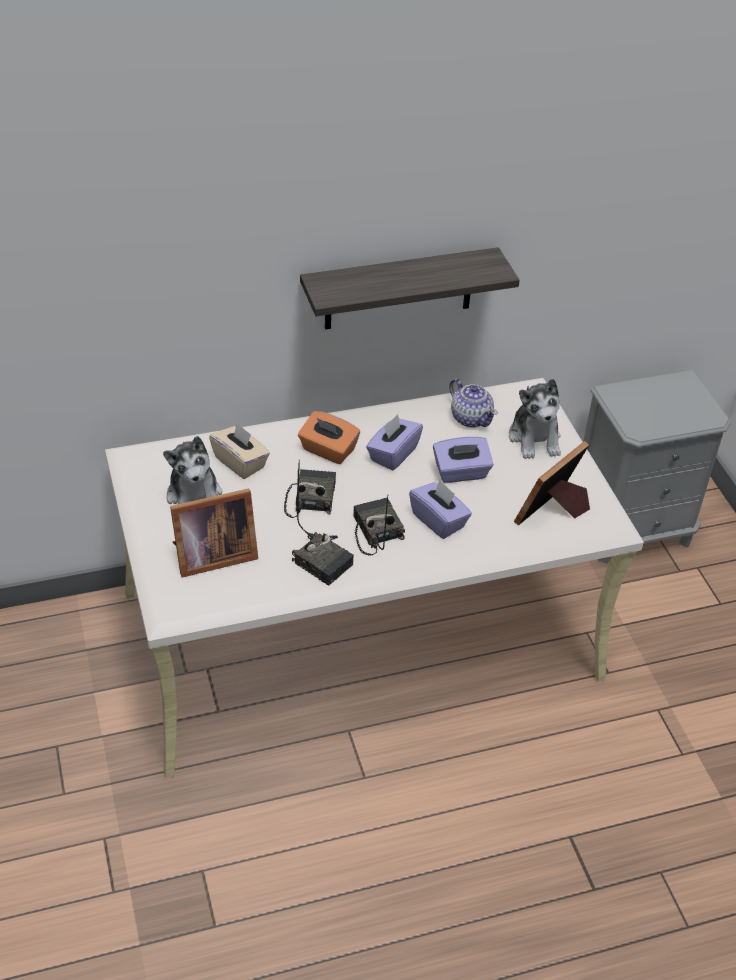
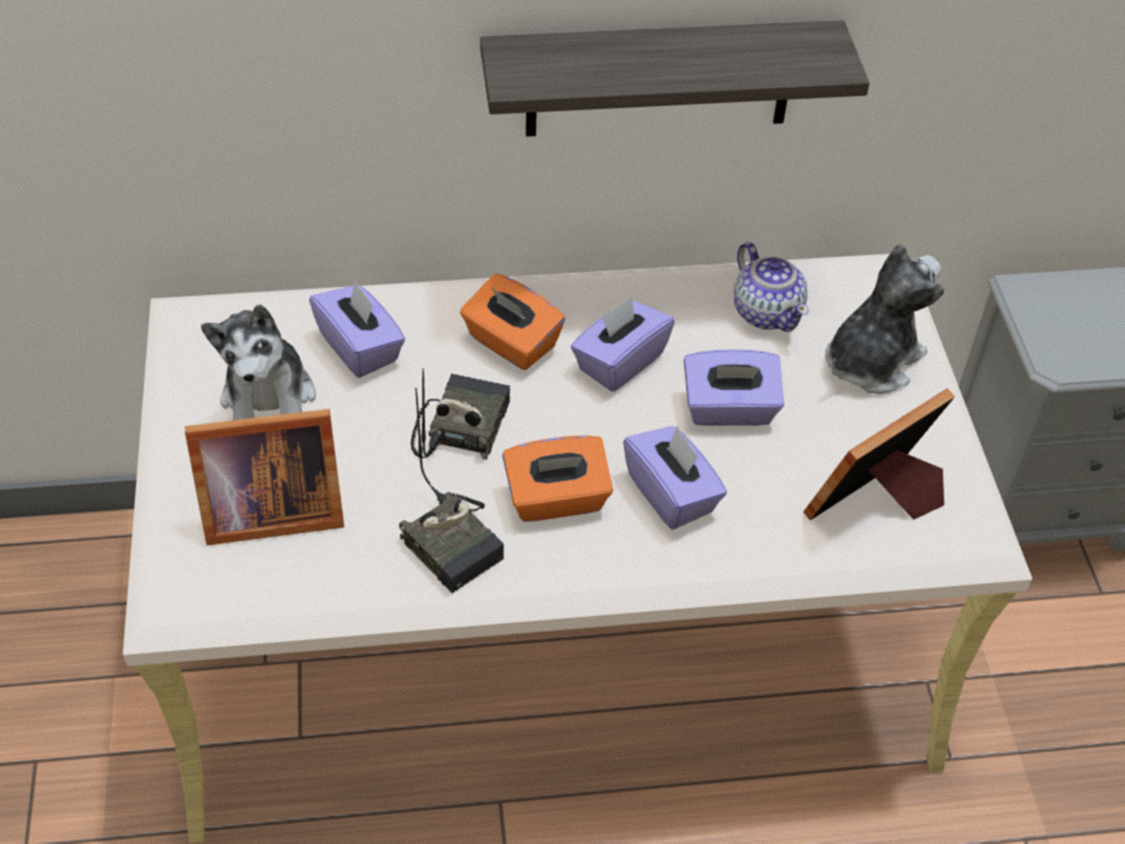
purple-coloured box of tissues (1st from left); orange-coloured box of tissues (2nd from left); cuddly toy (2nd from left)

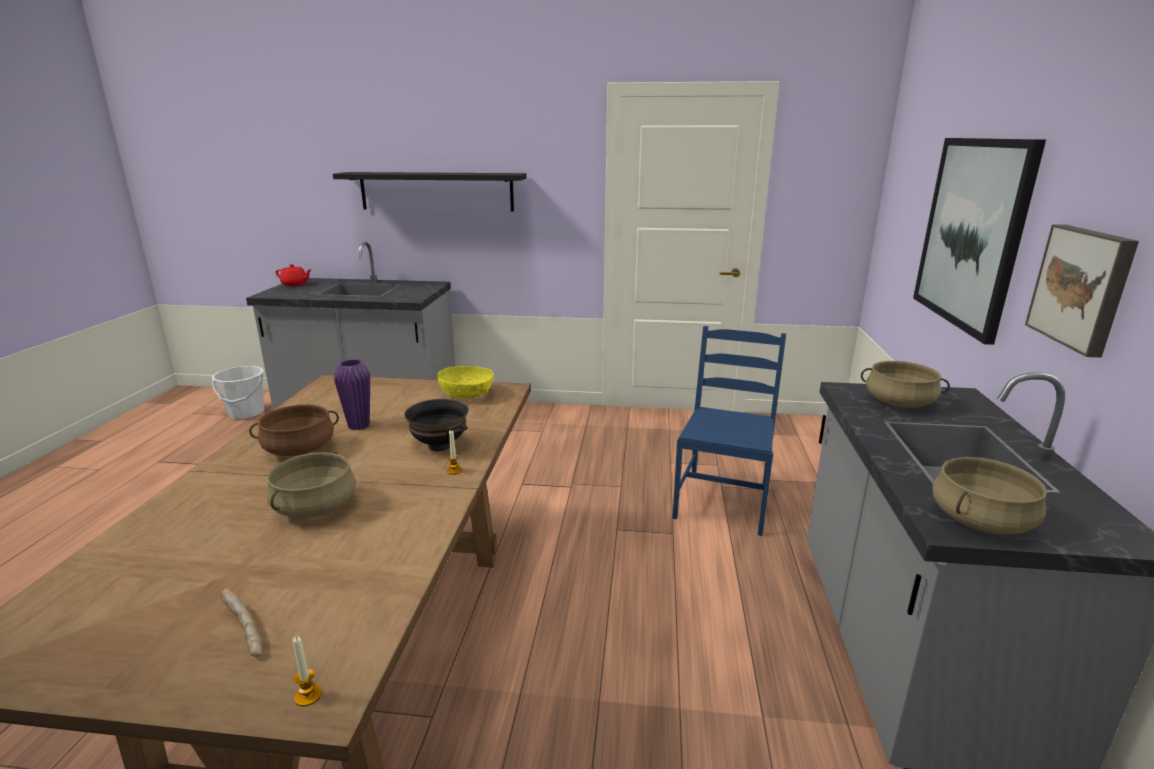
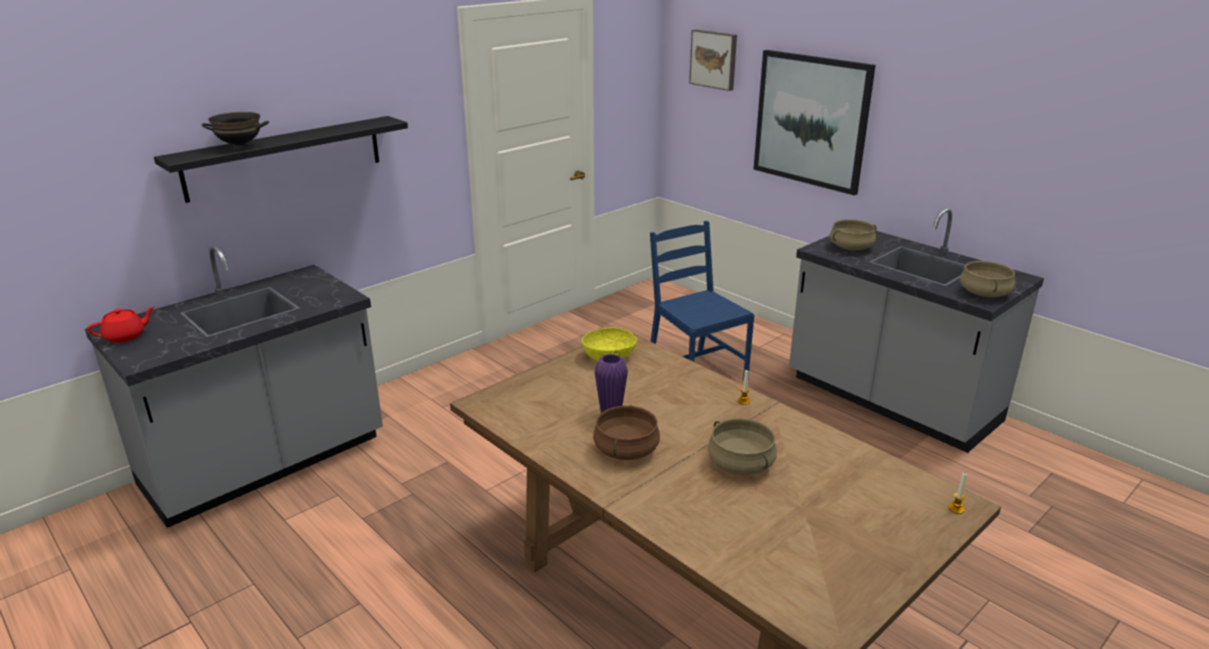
white-coloured pail; baked bread; black bowl; wall art (1st from left)

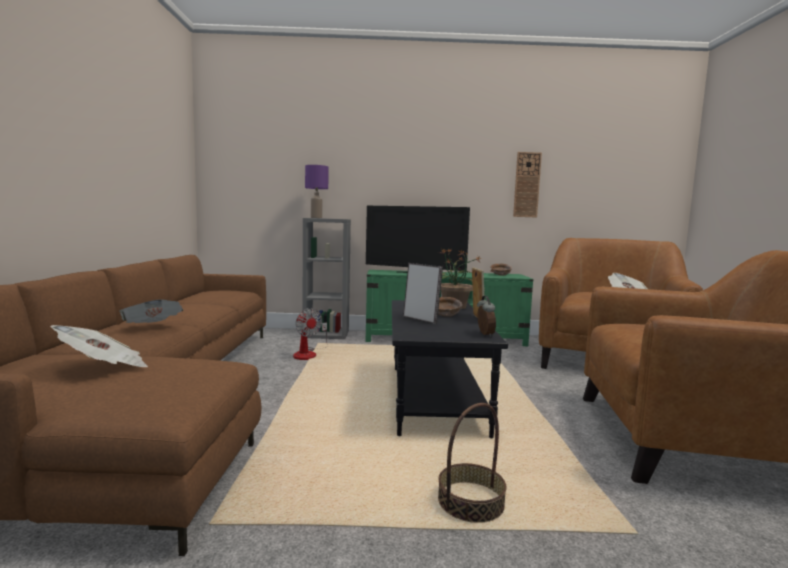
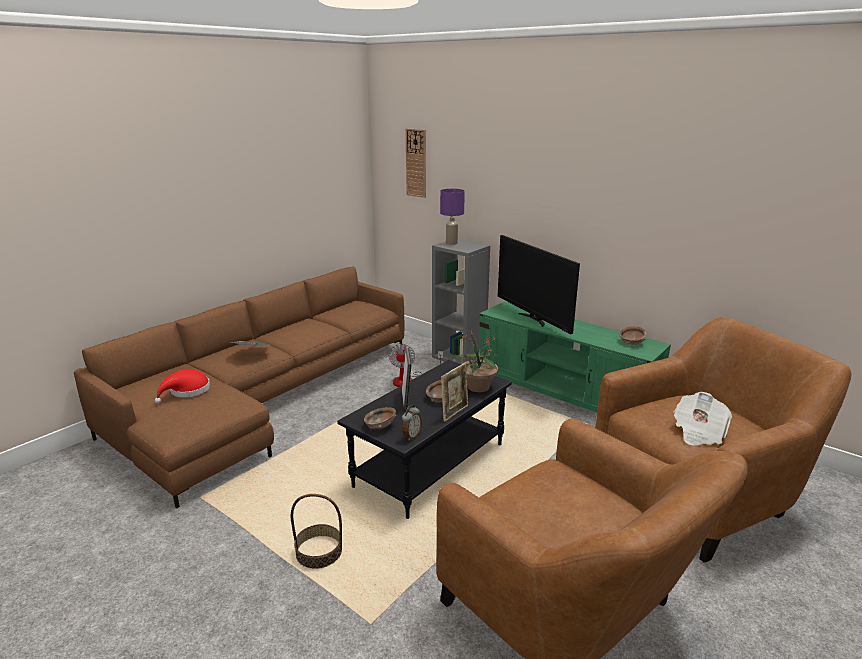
red hat; hanging clock; brown bowl (1st from left)

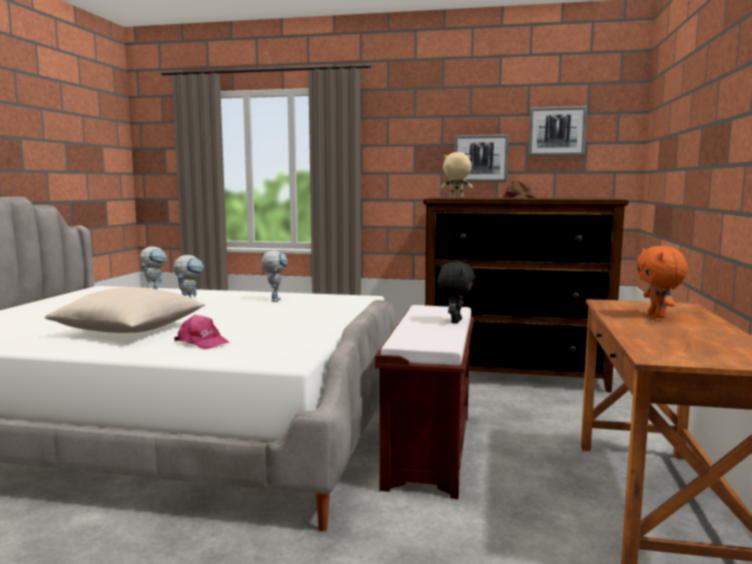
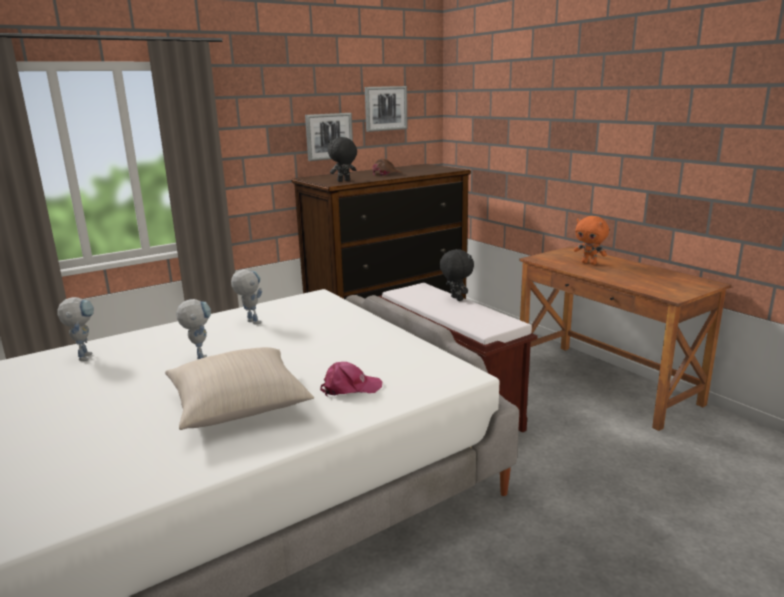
black cuddly toy (1st from left)

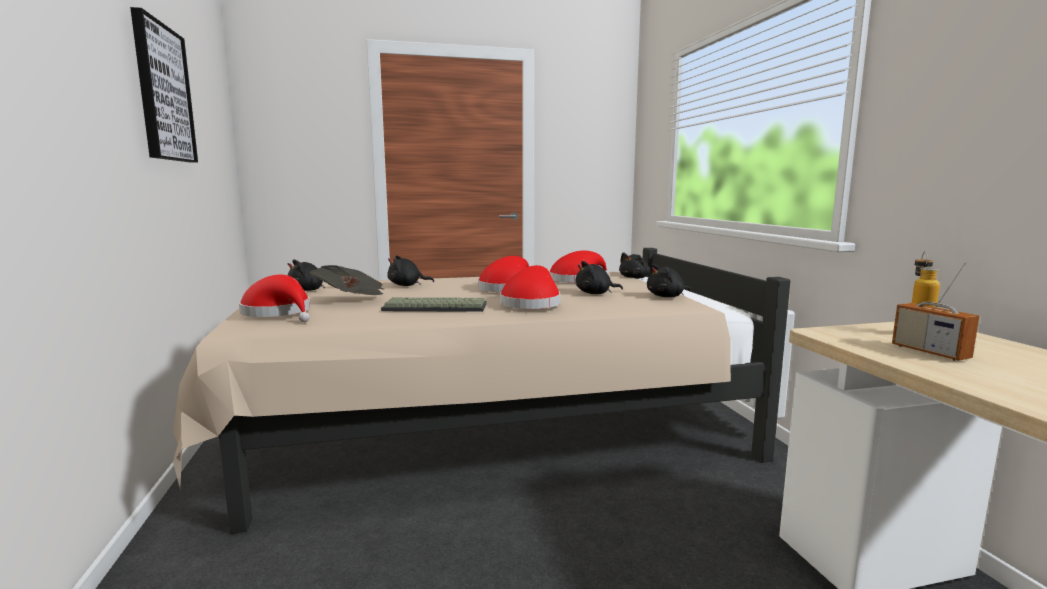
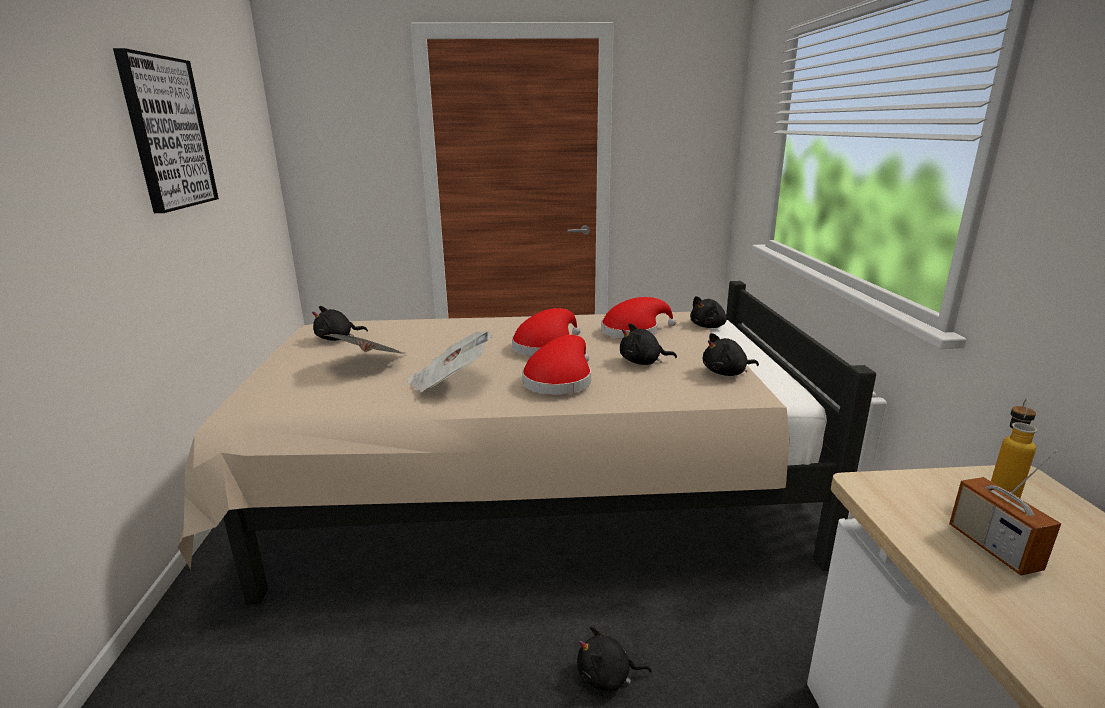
red hat (1st from left in the first image); daily paper (2nd from left); black cuddly toy (2nd from left)

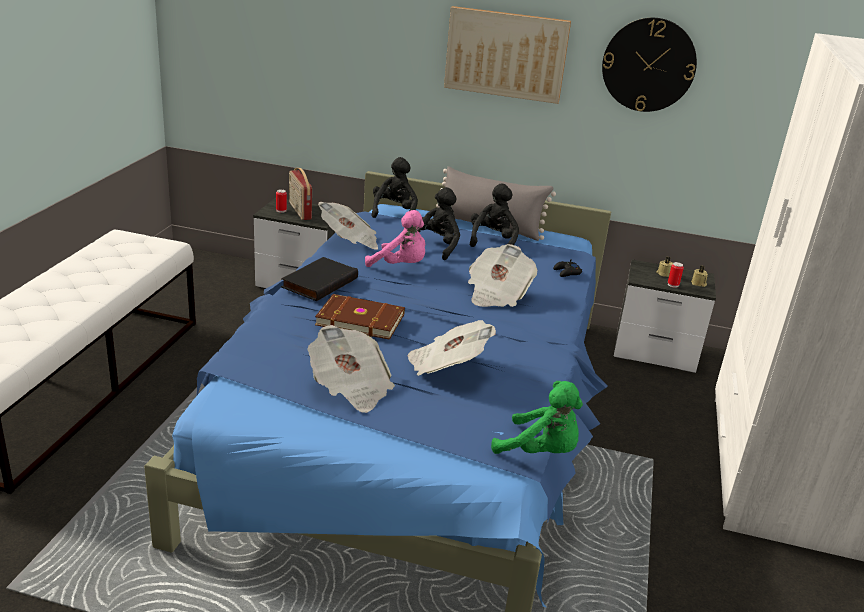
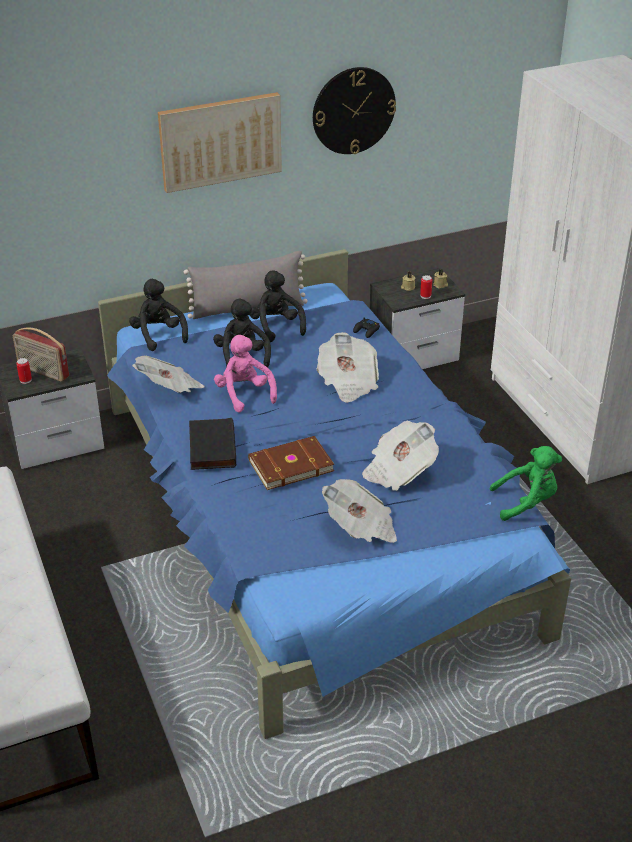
pink cuddly toy

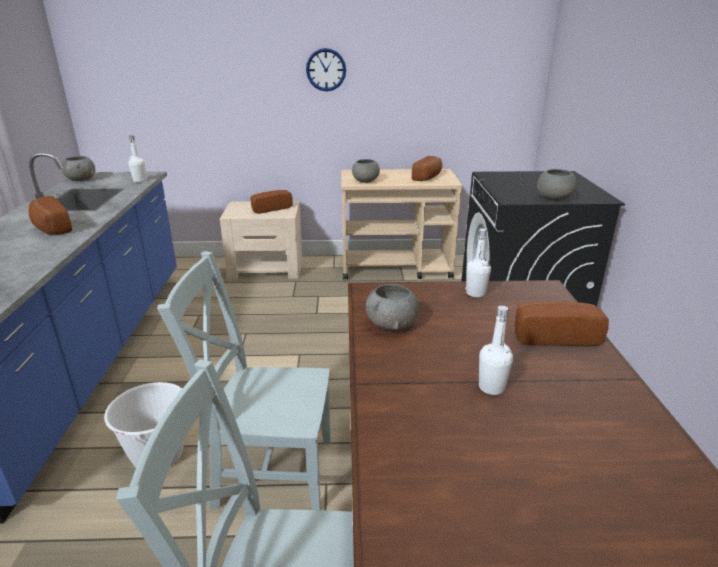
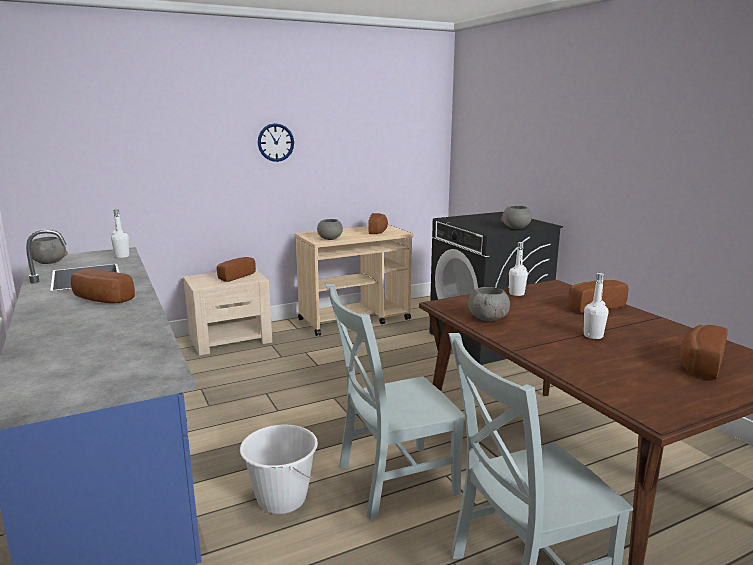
baked bread (5th from left)

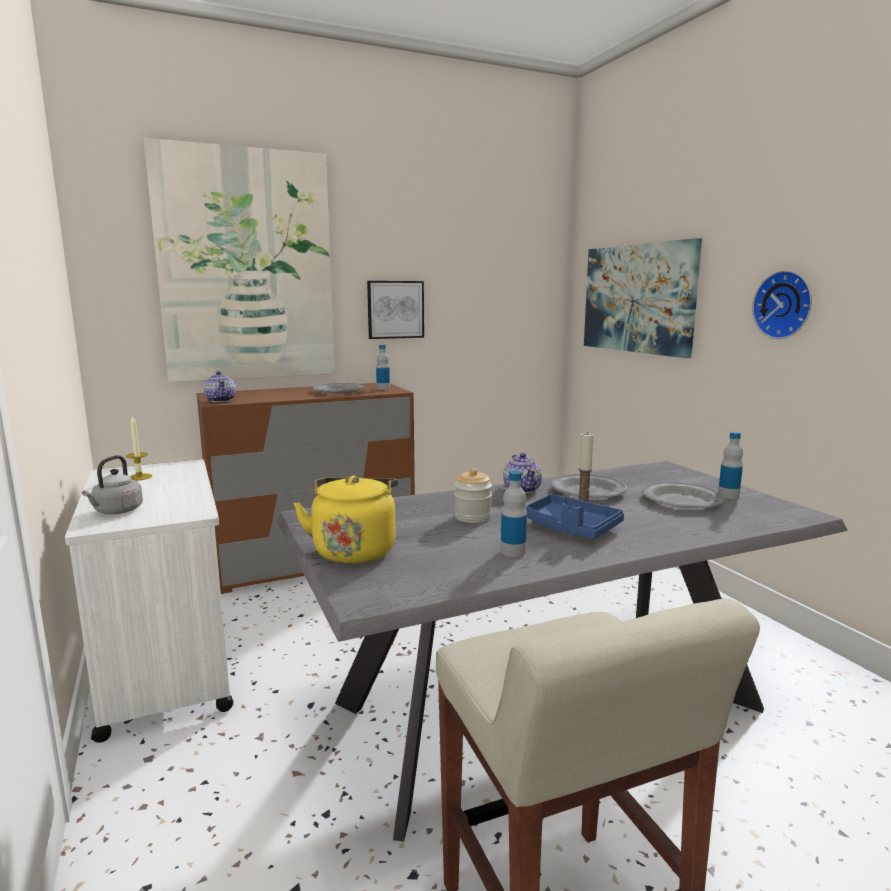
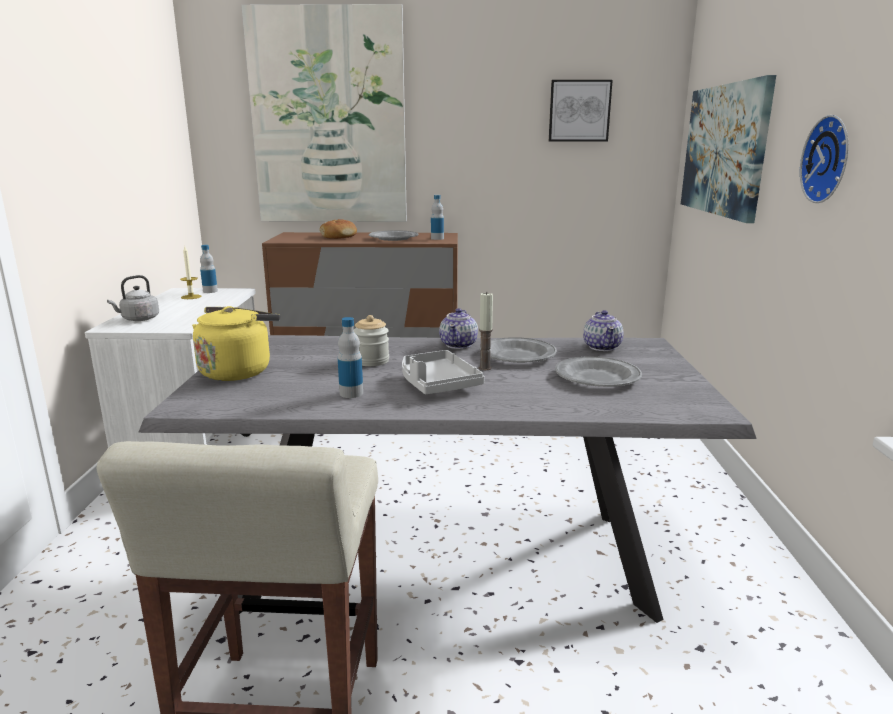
pot for tea (2nd from left); wall art (2nd from left); gray serving tray; drink bottle (1st from left); baked bread

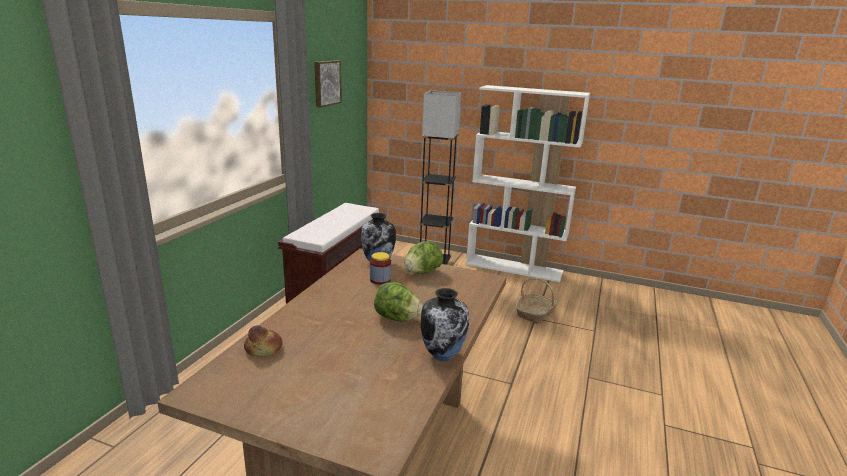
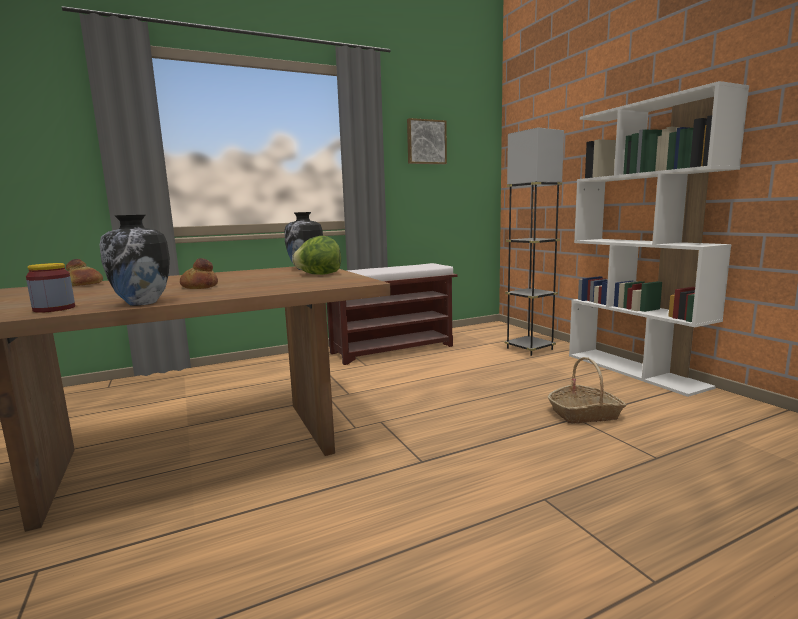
preserve jar; baked bread (2nd from left)

